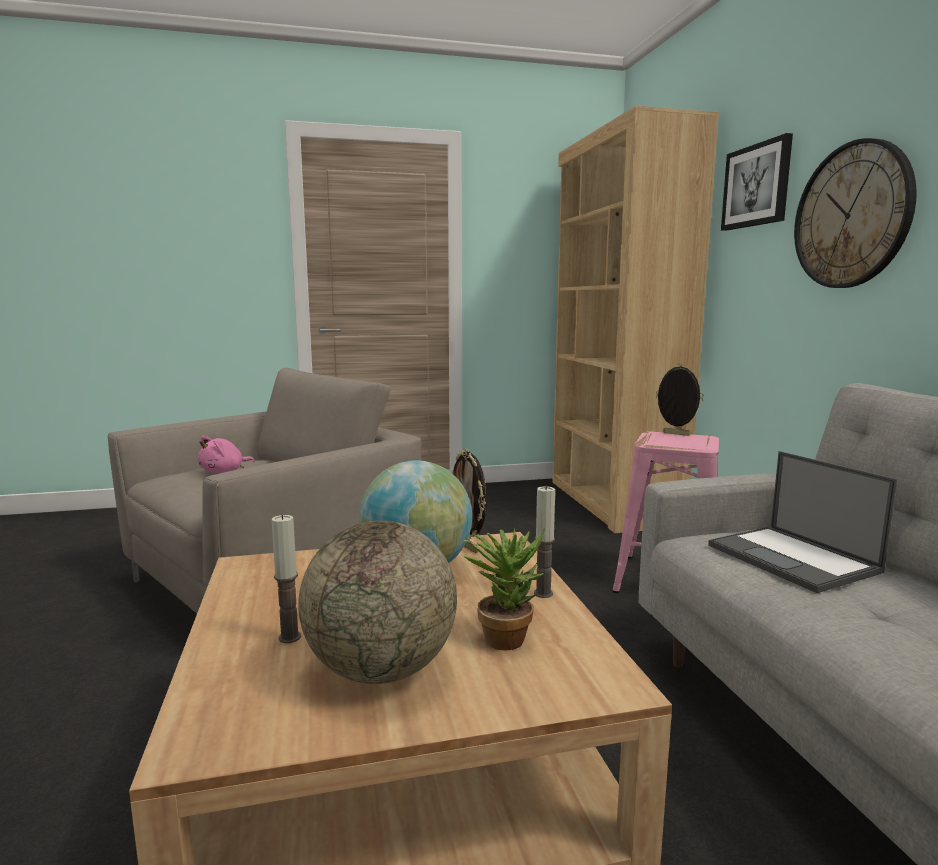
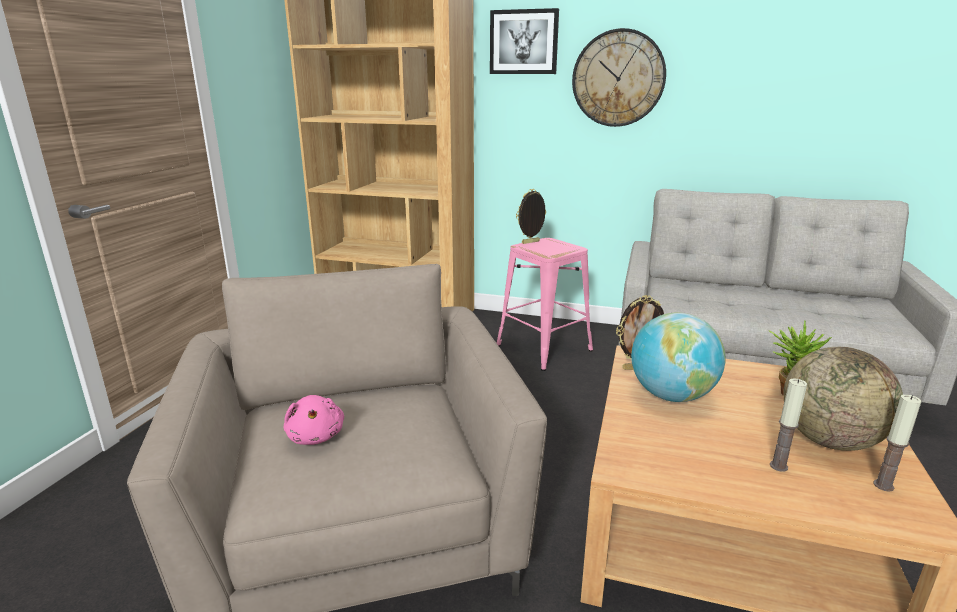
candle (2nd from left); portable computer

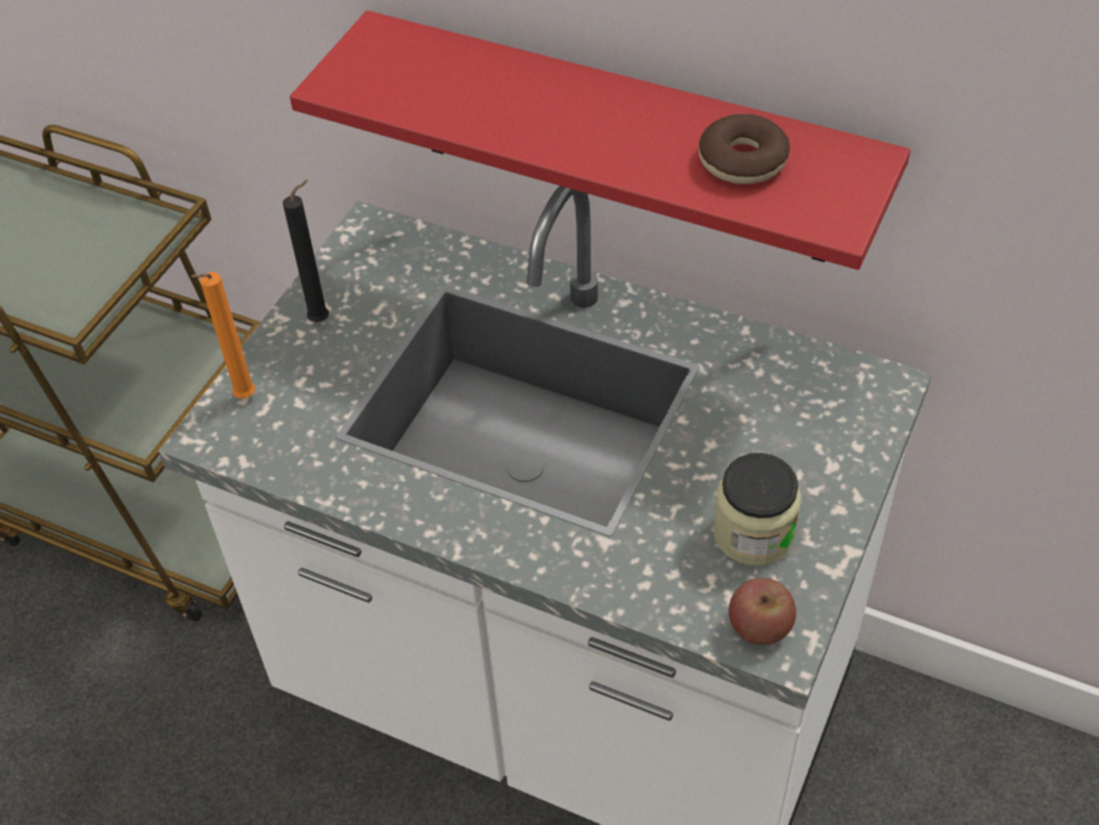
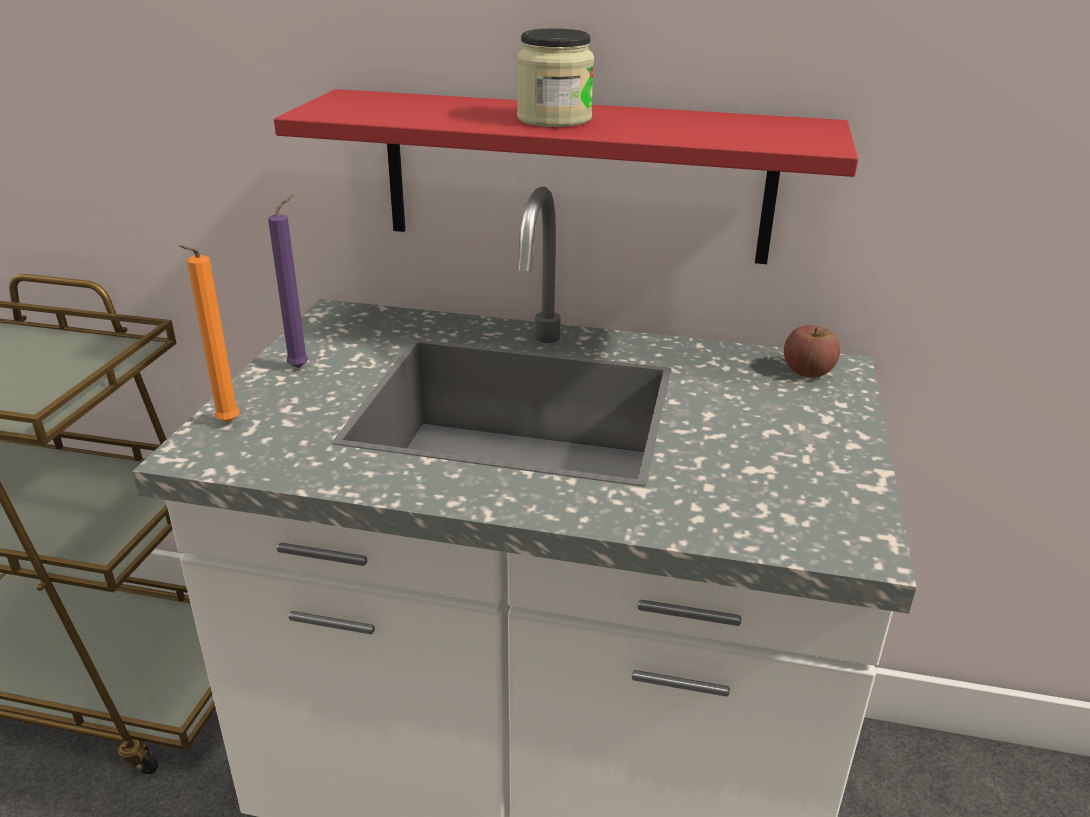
purple-coloured candle; ring doughnut; preserve jar; whole apple

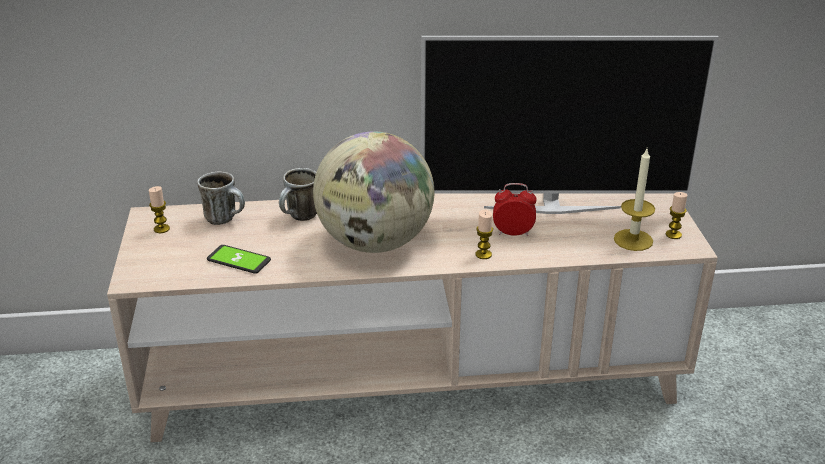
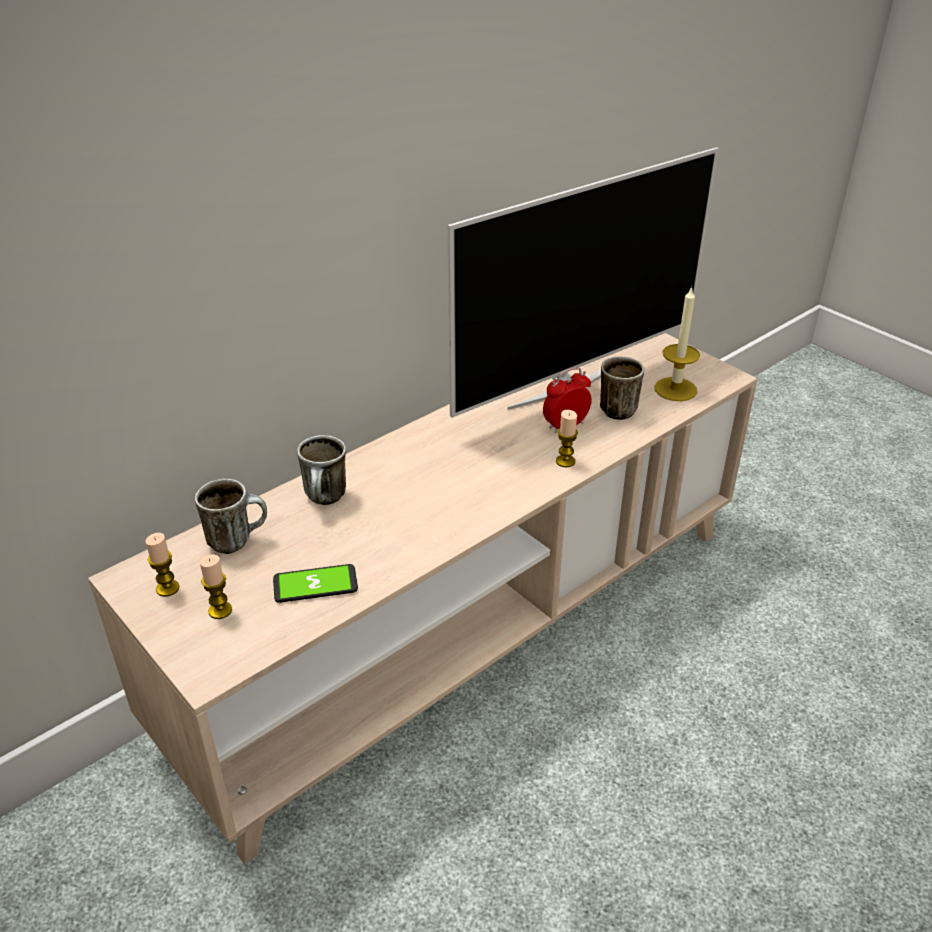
globe; candle (2nd from left); tea mug (3rd from left)

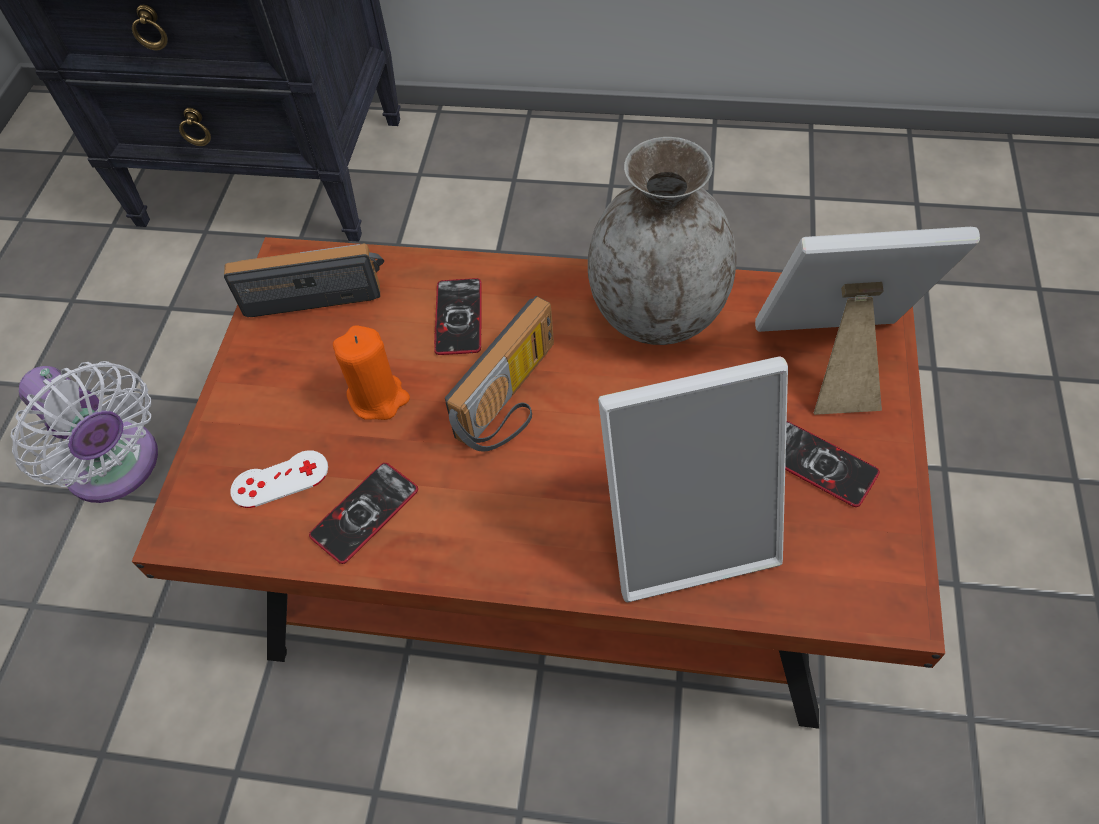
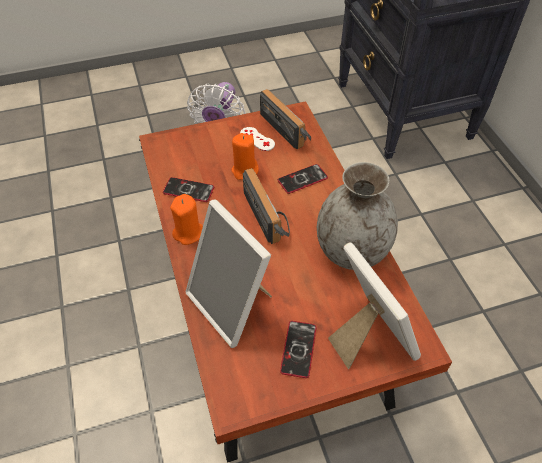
white-coloured gamepad; radio (1st from left); orange-coloured candle (1st from left)

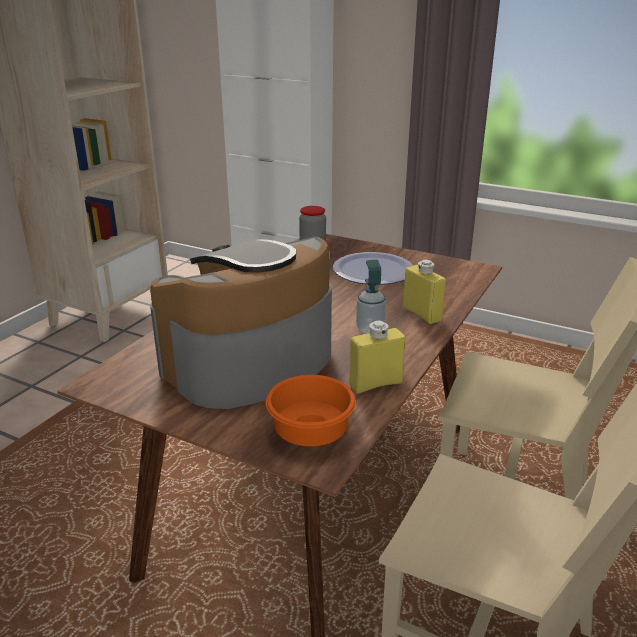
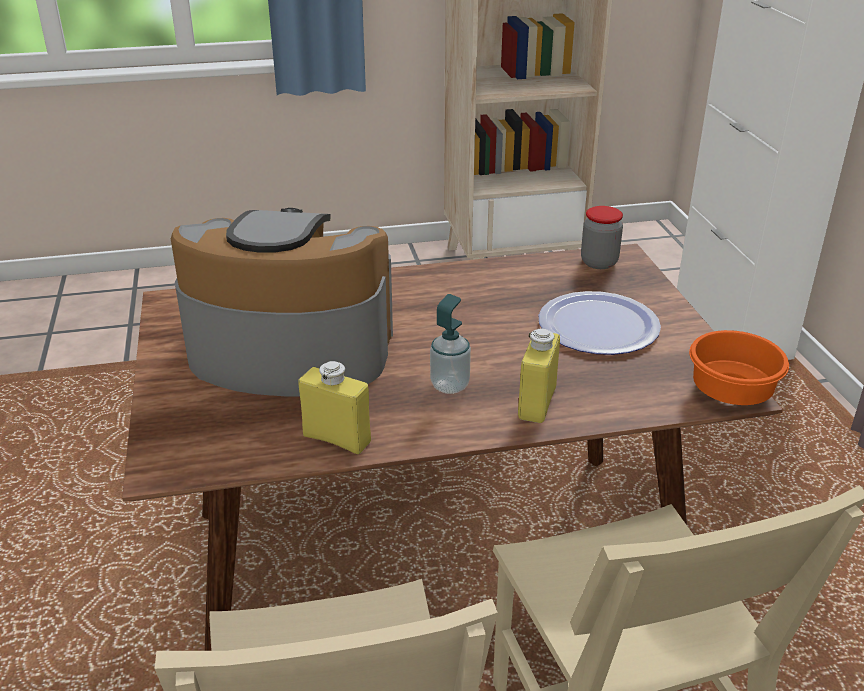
orange-coloured bowl

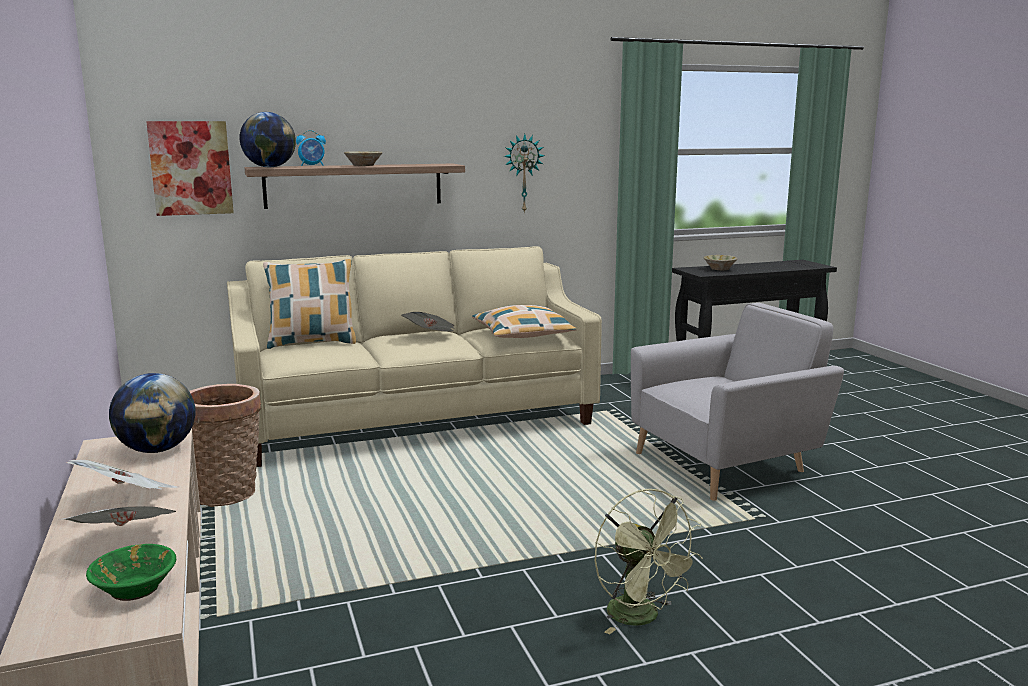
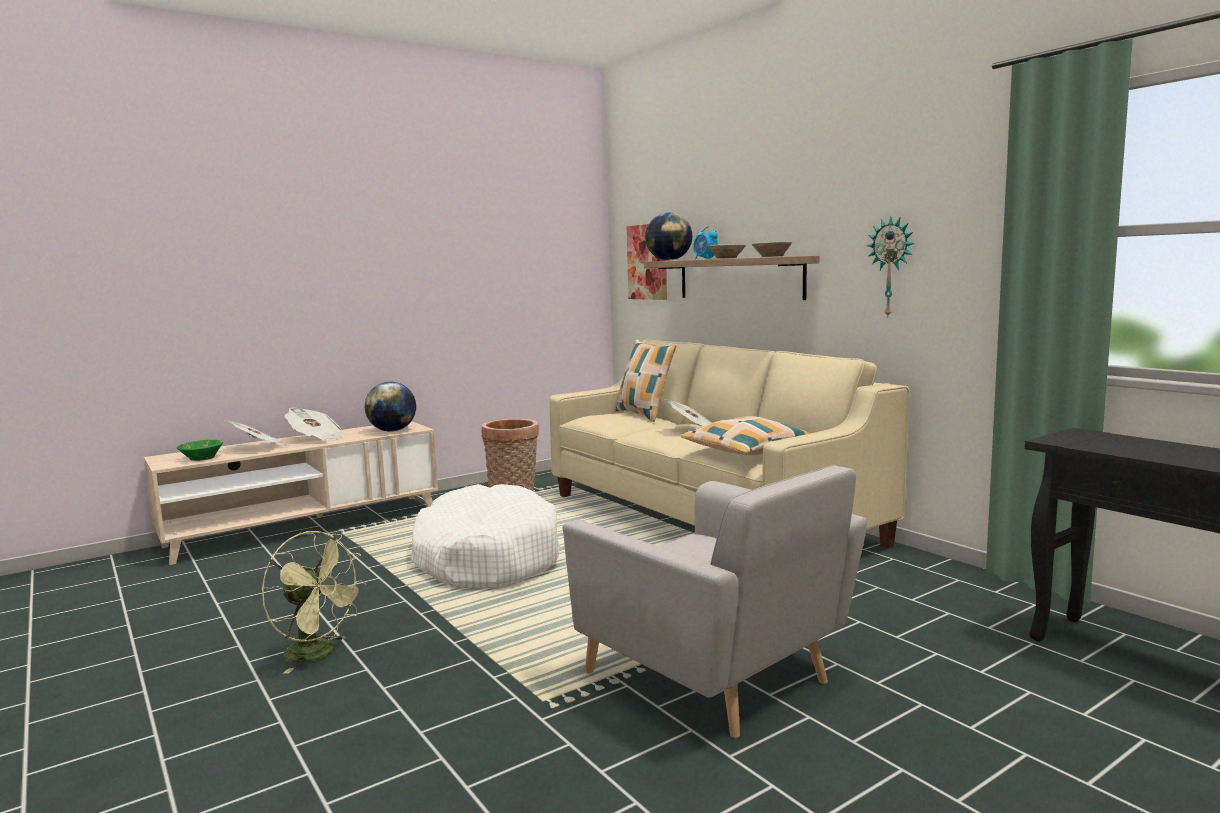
green-coloured fan; sand-coloured bowl (2nd from left); white-coloured dog bed

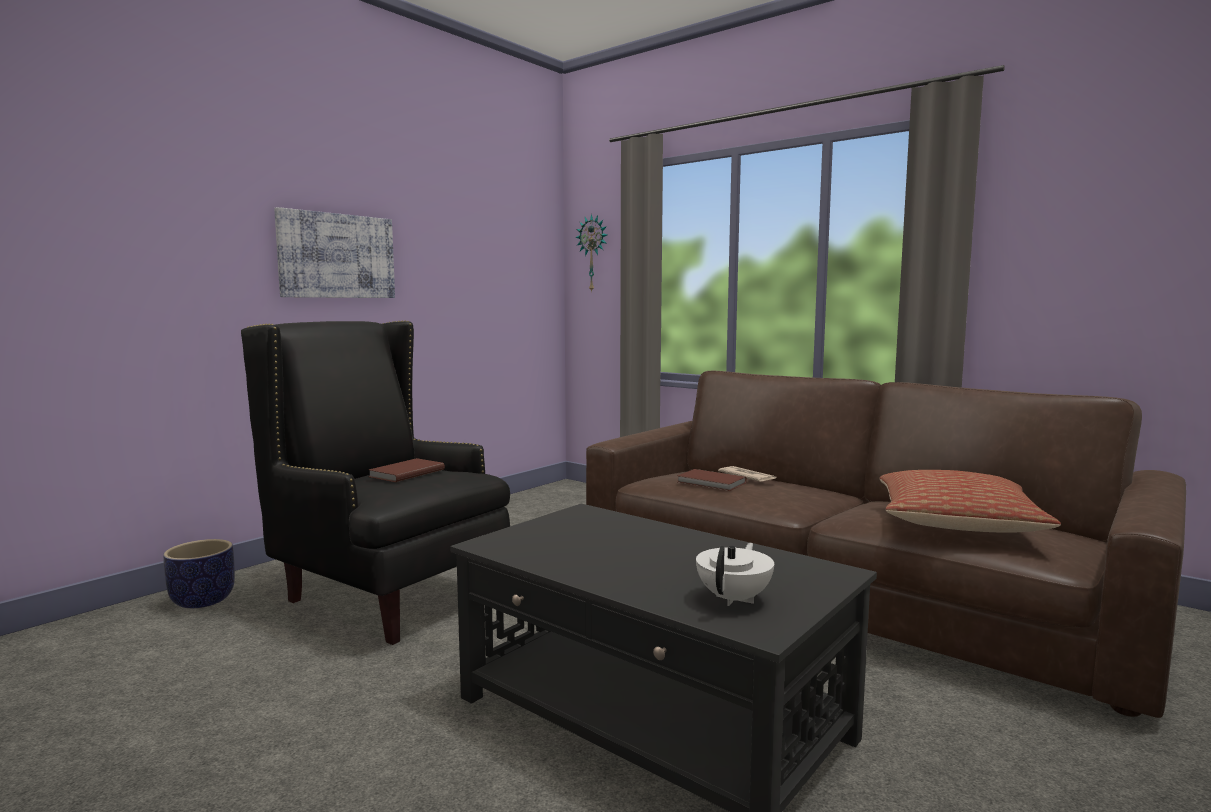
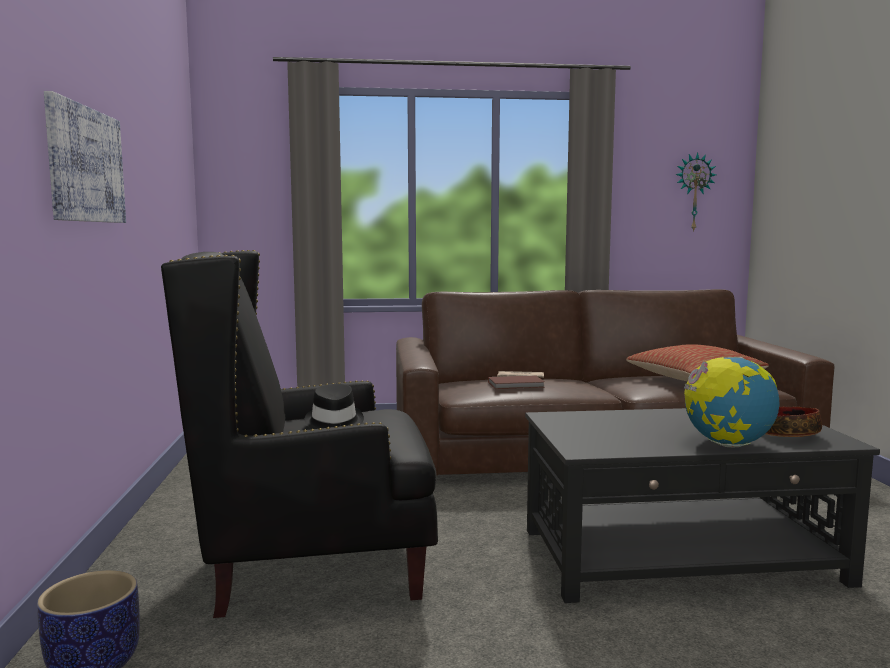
black hat; hanging clock; bowl; globe

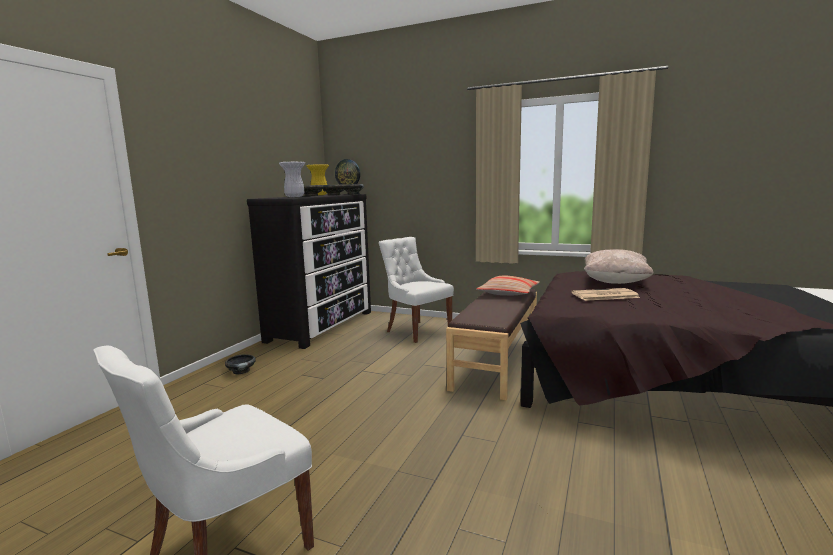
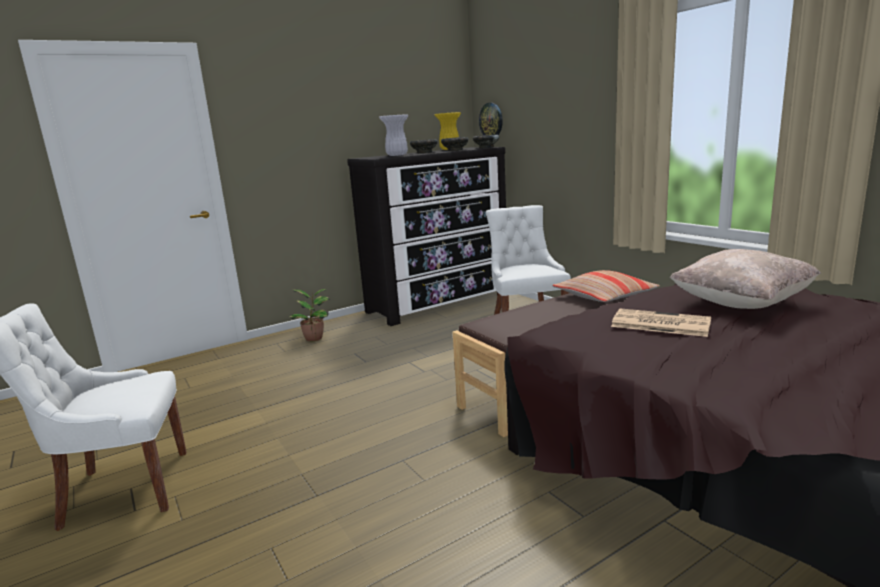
potted plant

